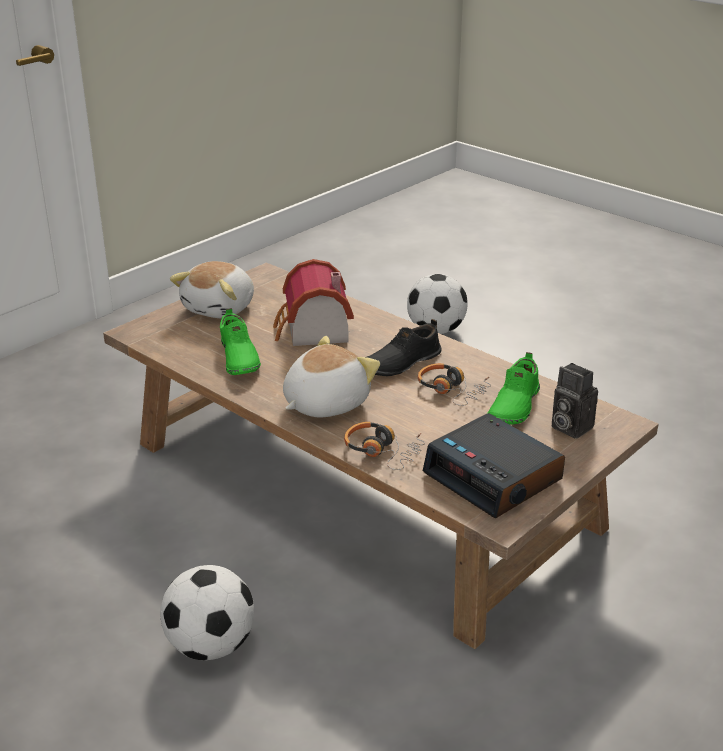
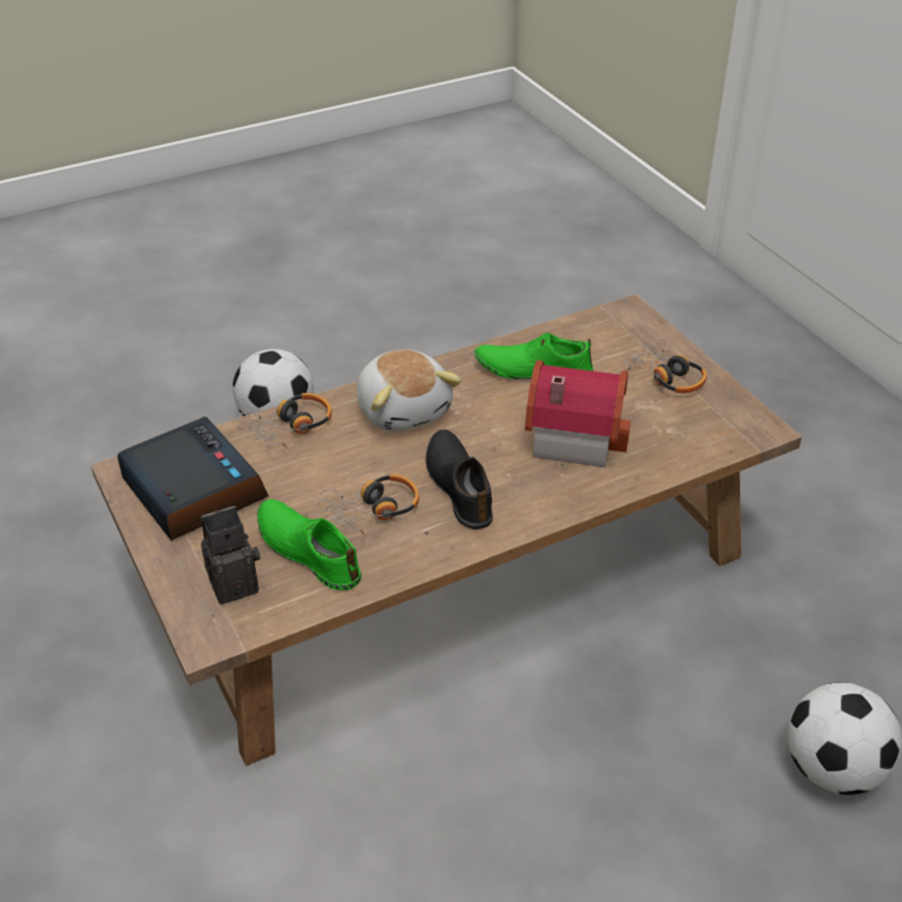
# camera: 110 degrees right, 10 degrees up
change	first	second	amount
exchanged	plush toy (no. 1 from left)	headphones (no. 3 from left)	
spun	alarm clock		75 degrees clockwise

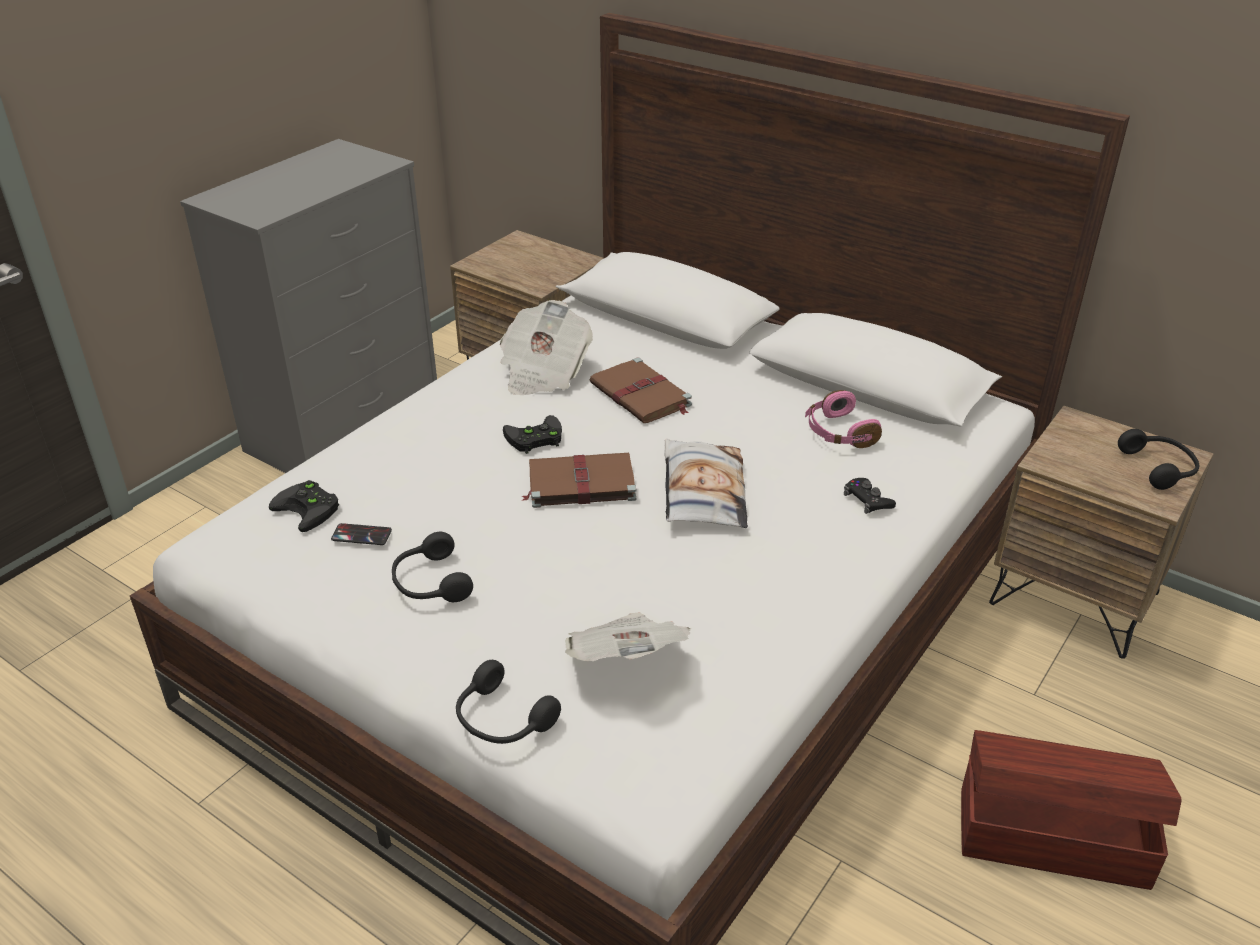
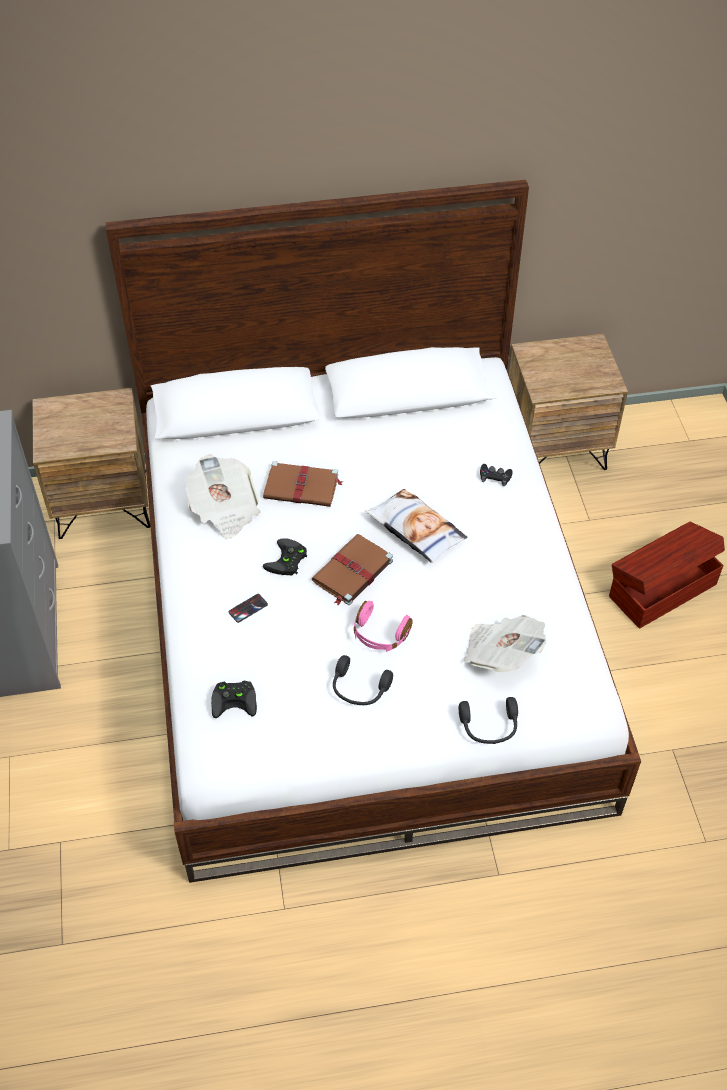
# camera: 45 degrees left, 15 degrees up
change	first	second	amount
relocated	phone		
relocated	pink headphones		
missing	black headphones (no. 3 from left)		

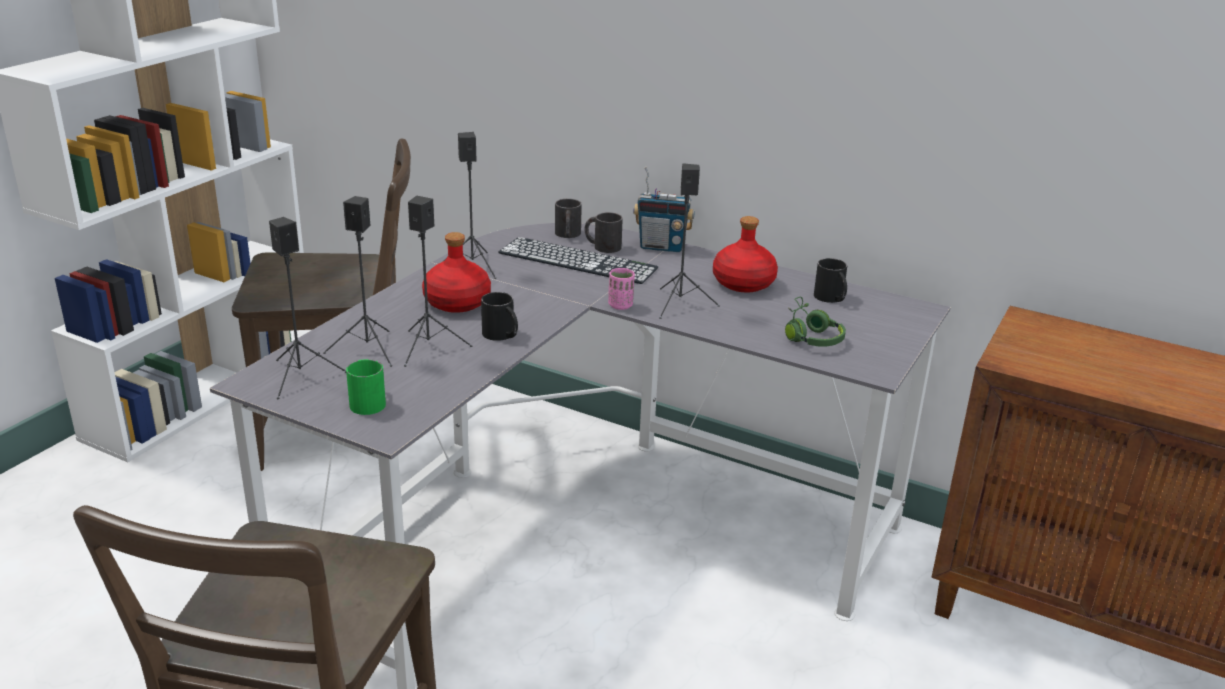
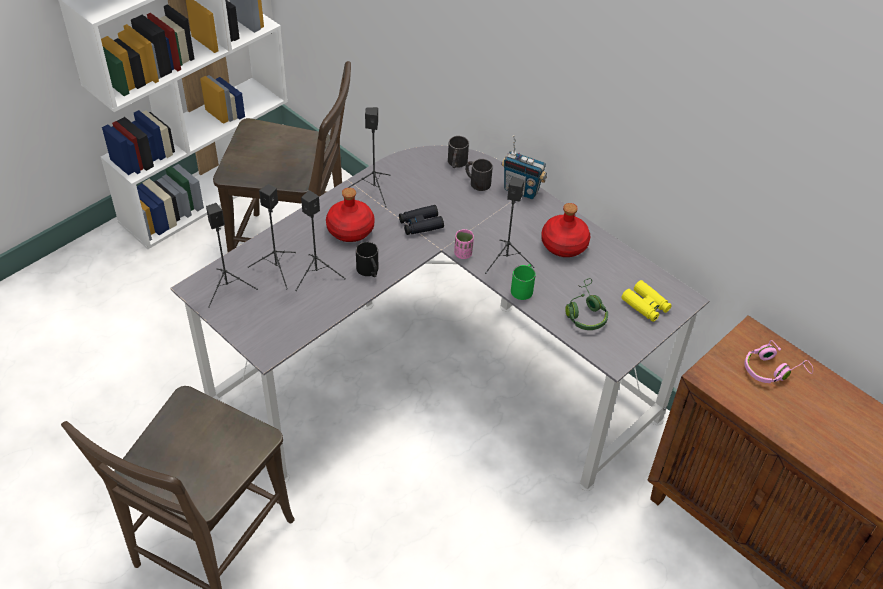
# camera: 15 degrees right, 20 degrees up
change	first	second	amount
relocated	green mug		
missing	keyboard		
missing	black mug (no. 4 from left)		
appeared		black binoculars	
appeared		yellow binoculars	
appeared		pink headphones	

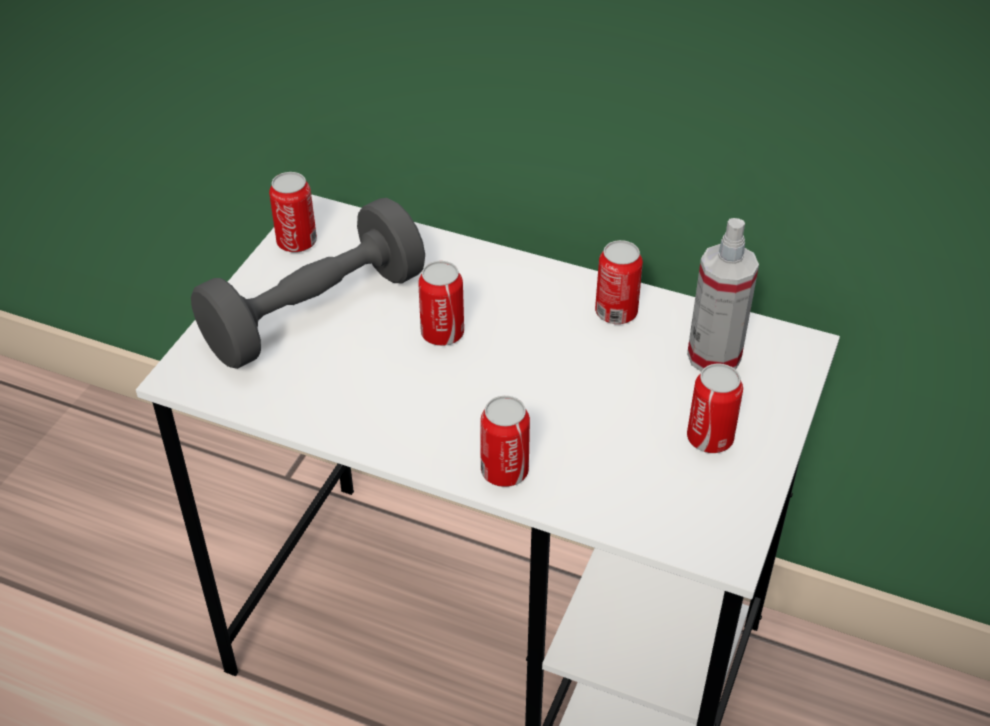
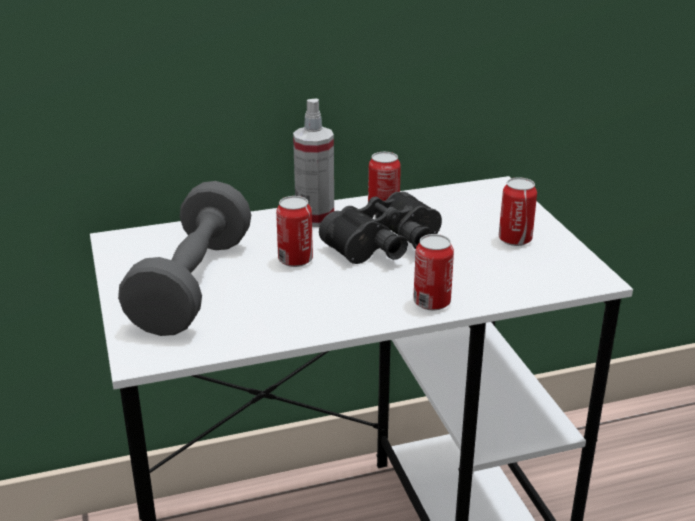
# camera: 40 degrees left, 15 degrees down
change	first	second	amount
missing	can (no. 1 from left)		
relocated	spray bottle		
appeared		black binoculars	

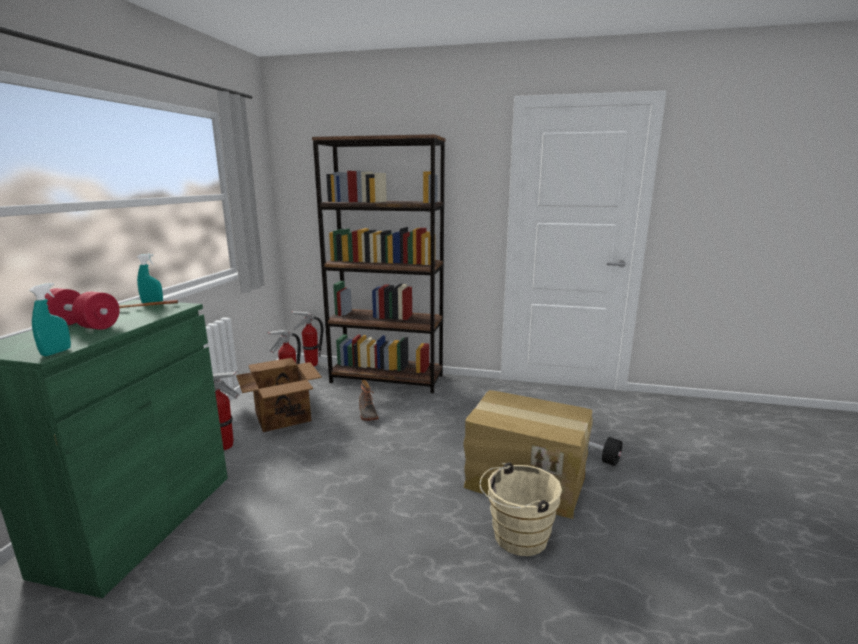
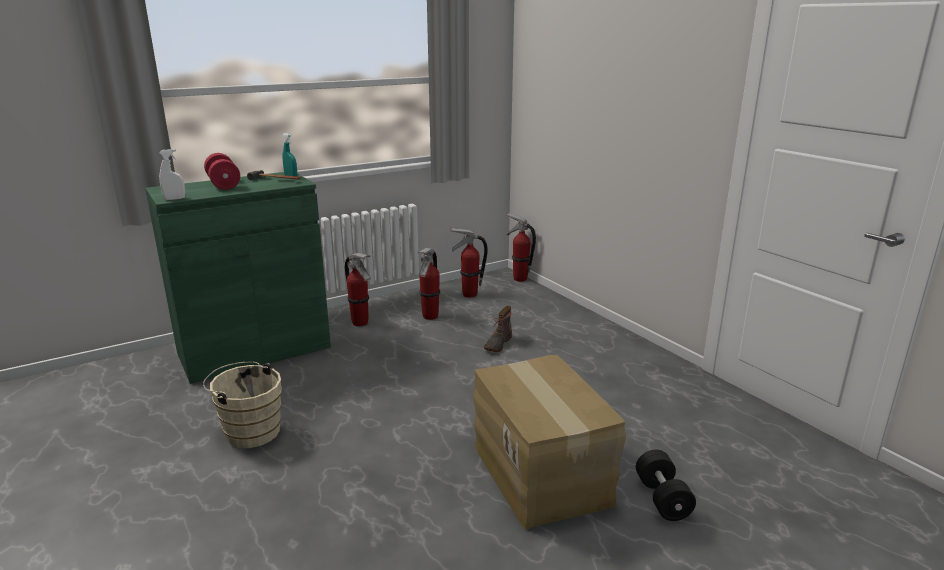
# camera: 45 degrees right, 5 degrees up
change	first	second	amount
colour	turquoise spray bottle (no. 1 from left)	white spray bottle	
exchanged	cardboard box (no. 1 from left)	fire extinguisher (no. 2 from left)	
missing	brown bookcase		
relocated	beige bucket		

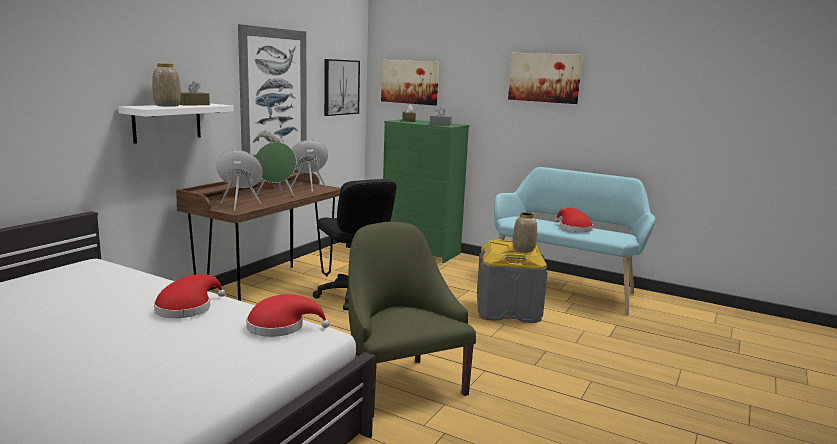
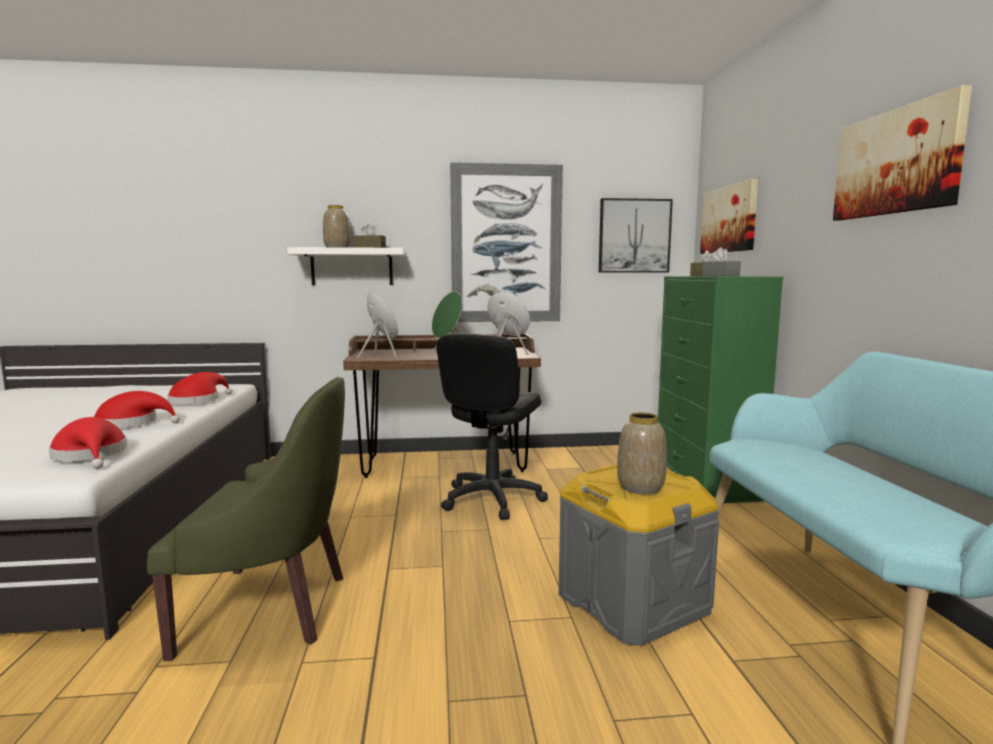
# camera: 55 degrees right, 5 degrees down
change	first	second	amount
spun	green armchair		60 degrees clockwise
relocated	red hat (no. 3 from left)		

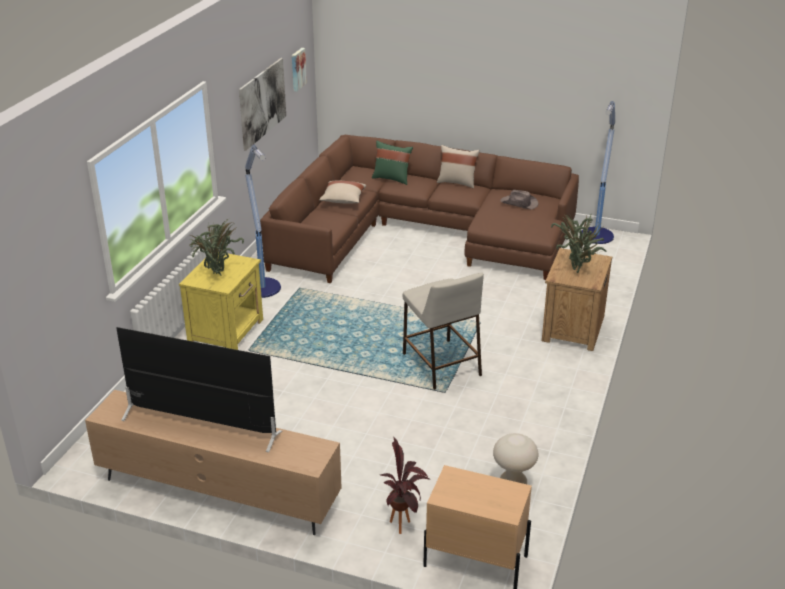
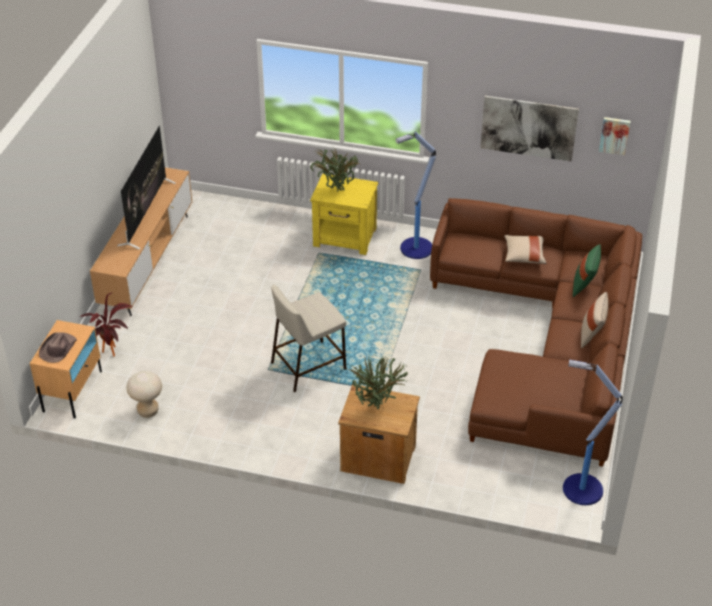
# camera: 85 degrees right, 10 degrees up
change	first	second	amount
relocated	brown hat		

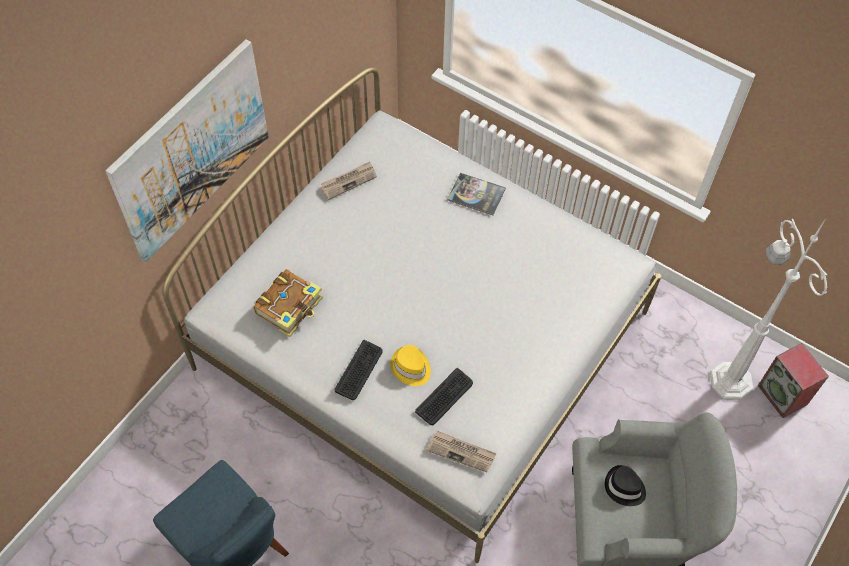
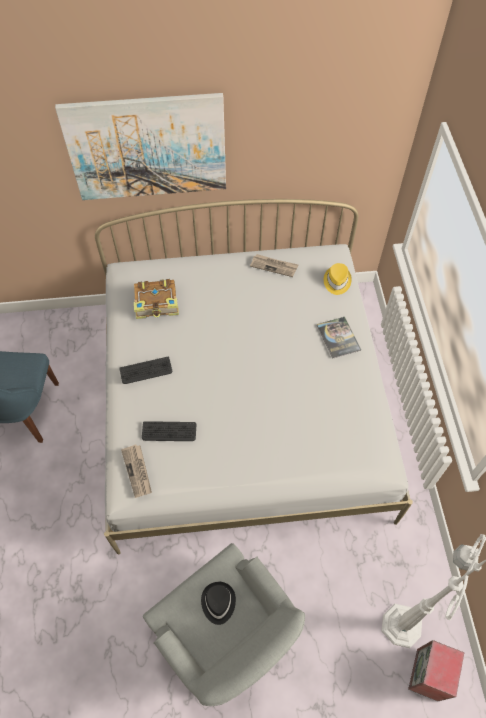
# camera: 50 degrees right, 0 degrees up
change	first	second	amount
relocated	yellow hat		

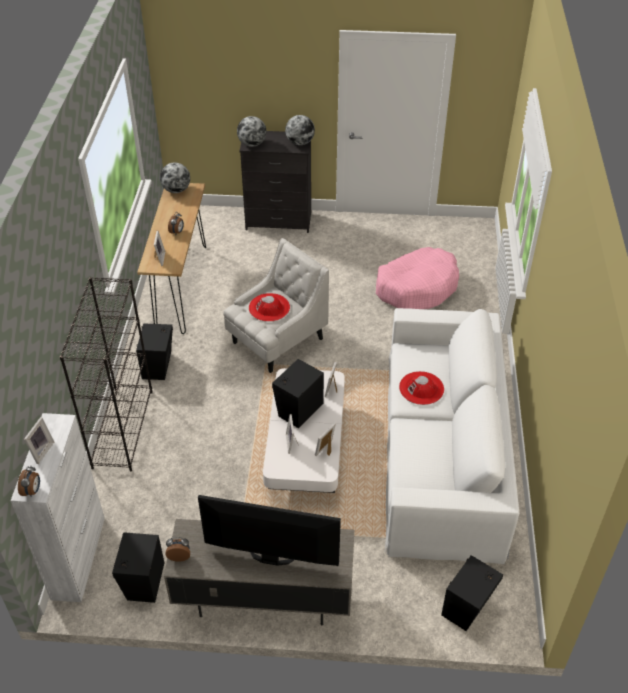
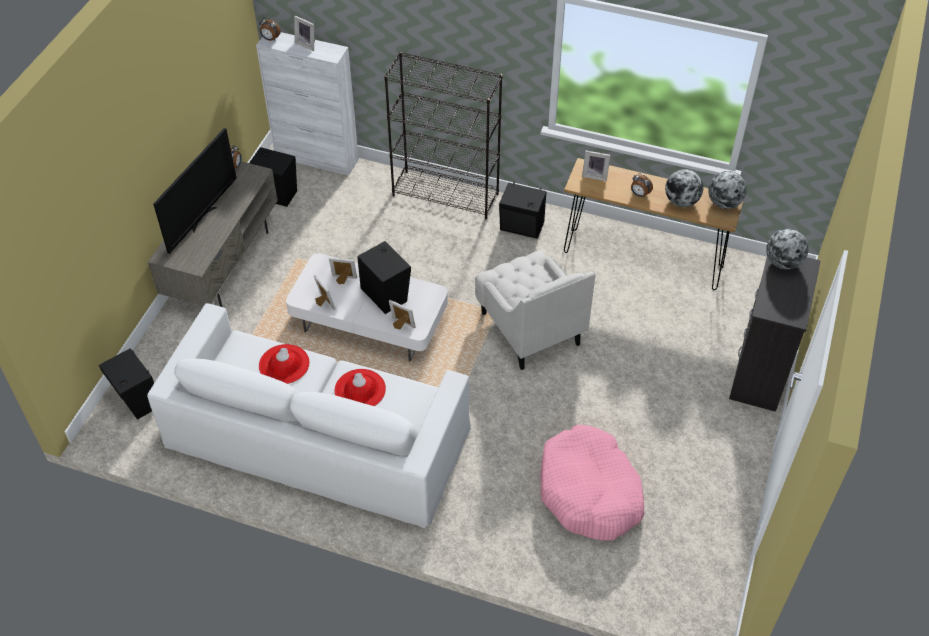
# camera: 105 degrees right, 5 degrees up
change	first	second	amount
relocated	red hat (no. 1 from left)		
relocated	globe (no. 3 from left in the first image)	globe (no. 1 from left)	

